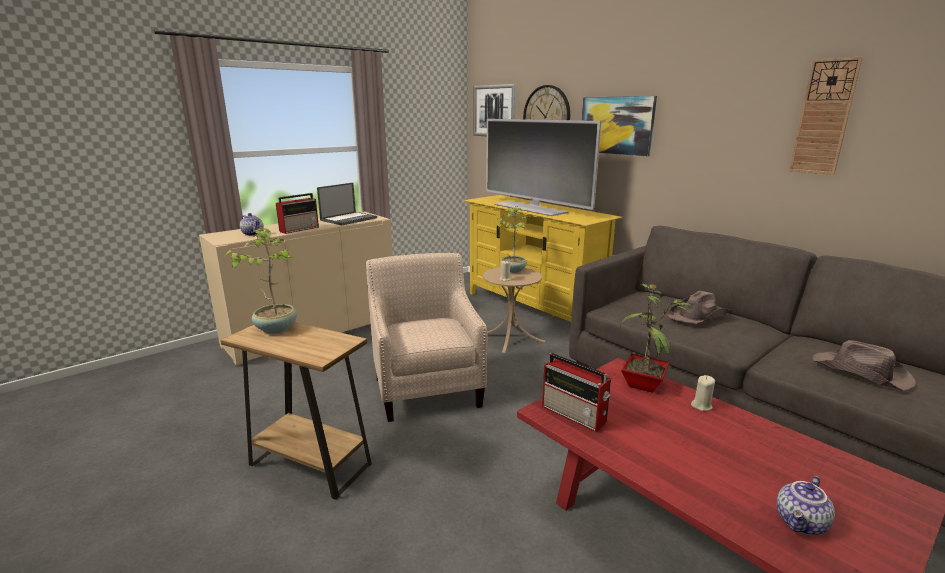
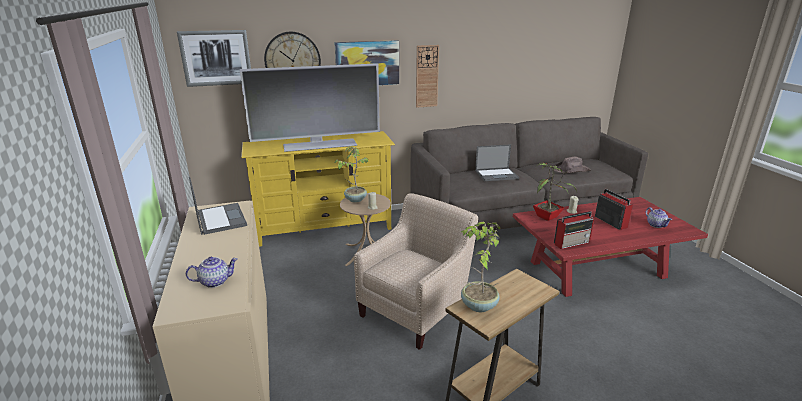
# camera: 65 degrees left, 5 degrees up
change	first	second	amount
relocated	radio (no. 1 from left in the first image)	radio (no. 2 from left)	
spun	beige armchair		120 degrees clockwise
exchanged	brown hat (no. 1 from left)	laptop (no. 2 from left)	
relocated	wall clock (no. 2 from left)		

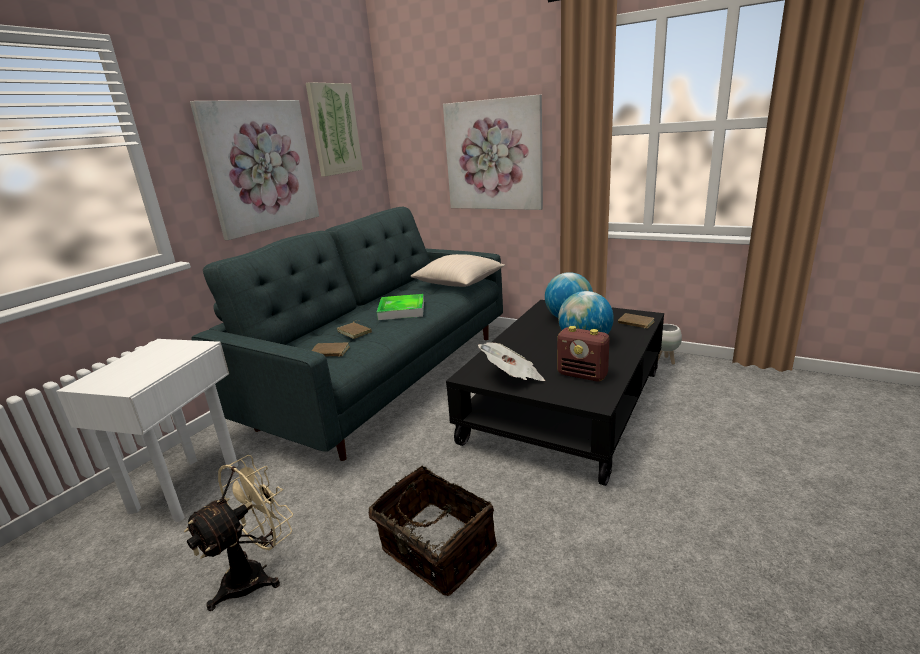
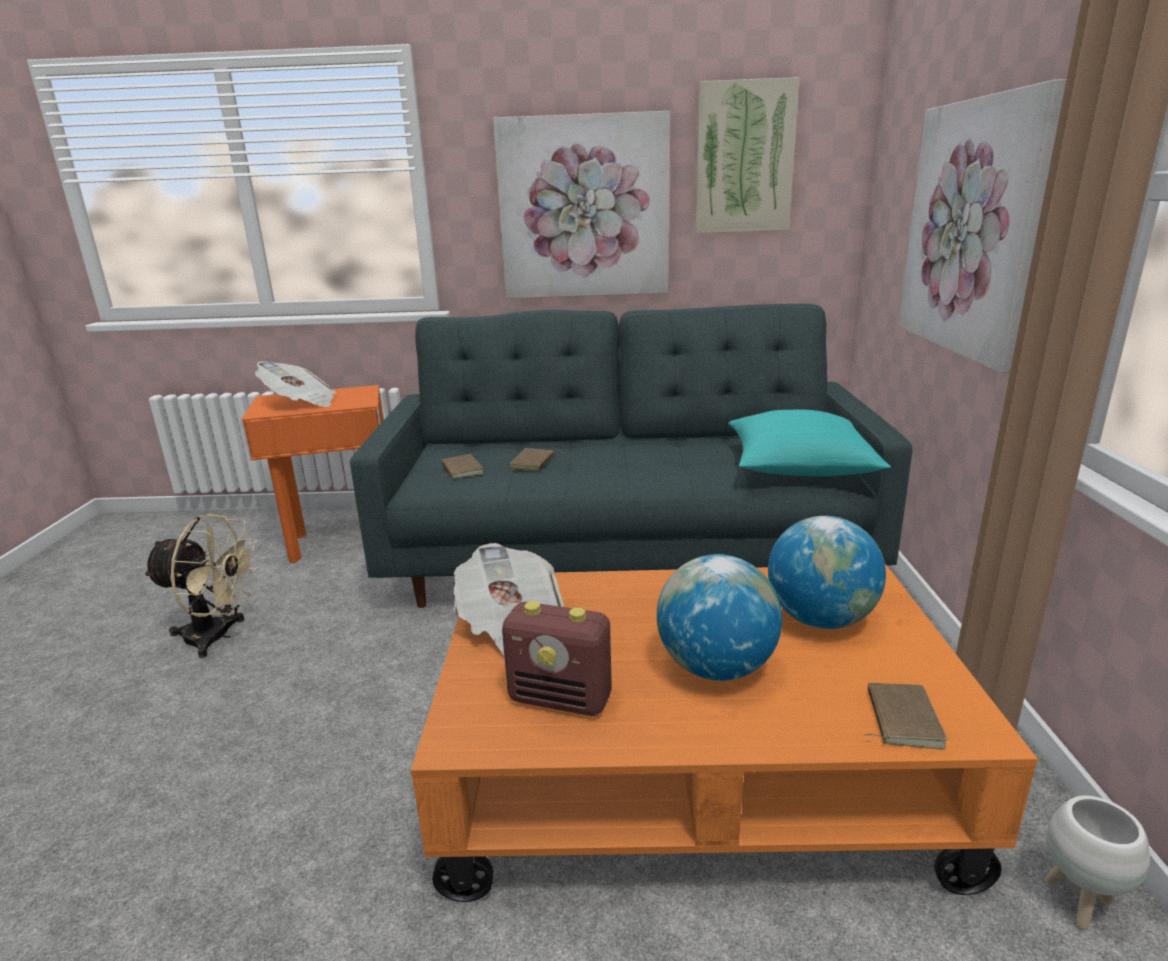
# camera: 60 degrees right, 0 degrees up
change	first	second	amount
colour	white side table	orange side table	
missing	basket		
missing	tray		
colour	beige pillow	turquoise pillow	
colour	black coffee table	orange coffee table	
spun	radio		75 degrees counterclockwise
appeared		newspaper (no. 1 from left)	

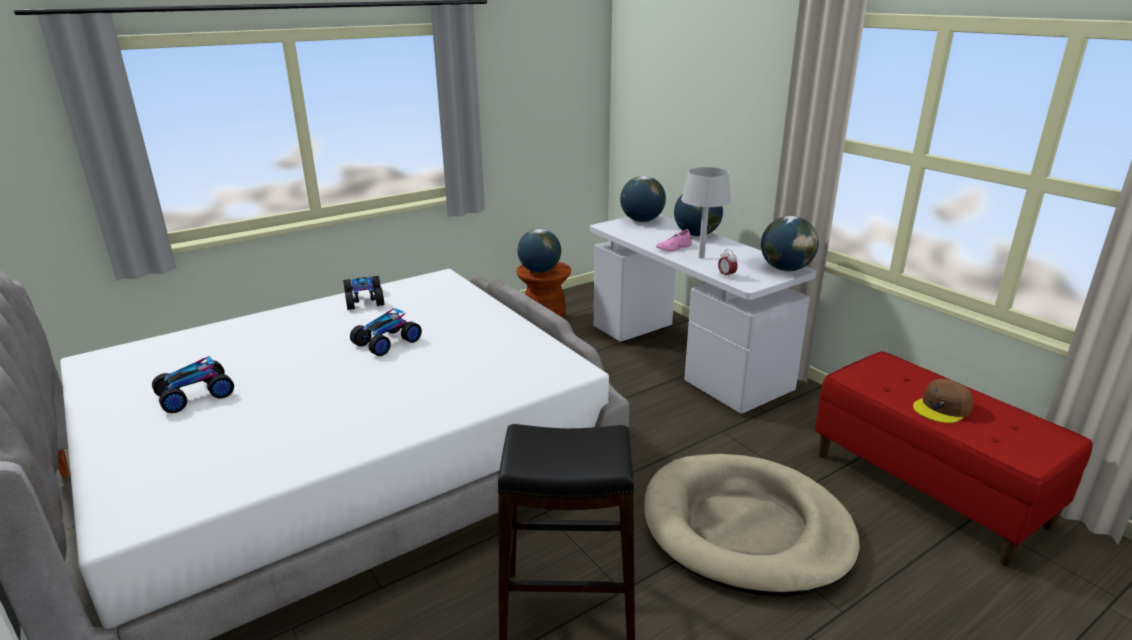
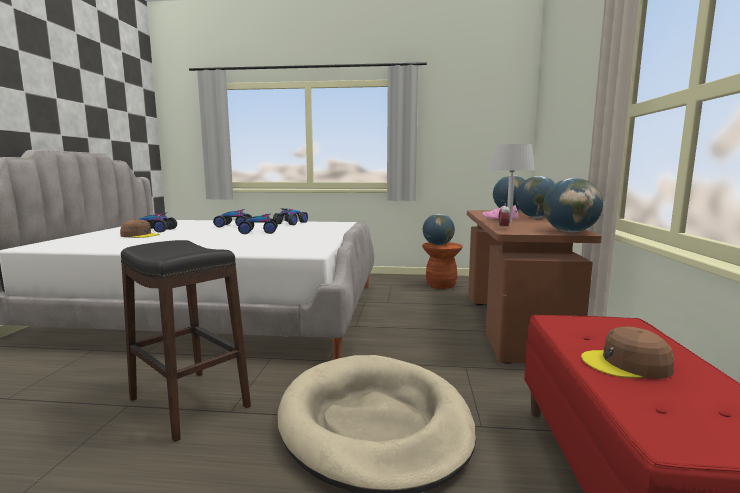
# camera: 40 degrees right, 15 degrees down
change	first	second	amount
colour	white desk	brown desk	
appeared		brown cap (no. 1 from left)	
appeared		toy car (no. 2 from left)	

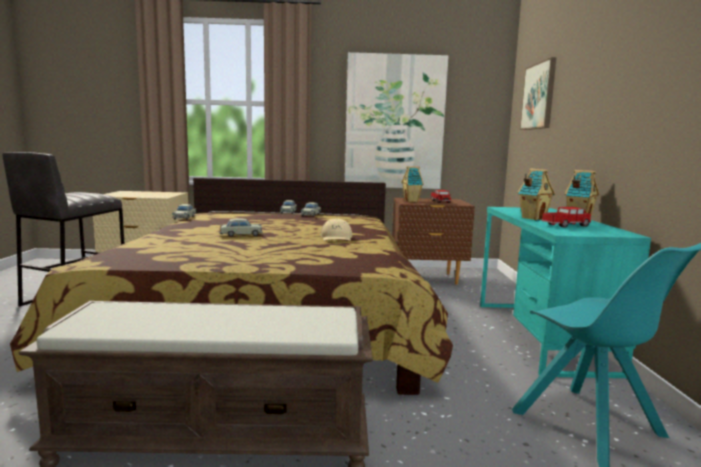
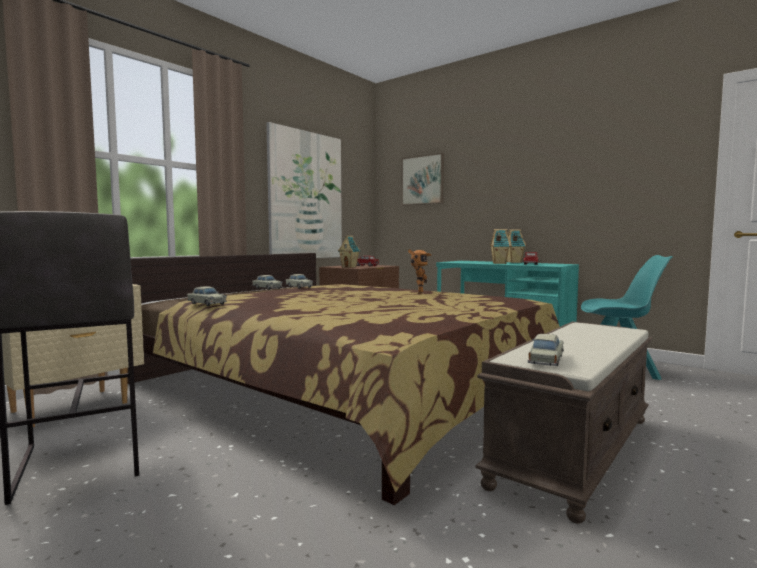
# camera: 50 degrees left, 5 degrees down
change	first	second	amount
relocated	beige toy car (no. 2 from left in the first image)	beige toy car (no. 4 from left)	
exchanged	beige cap	toy robot	

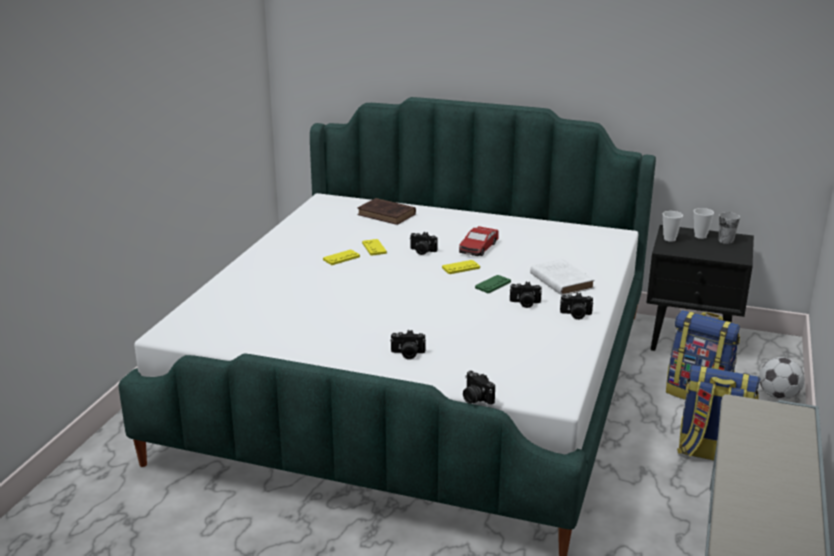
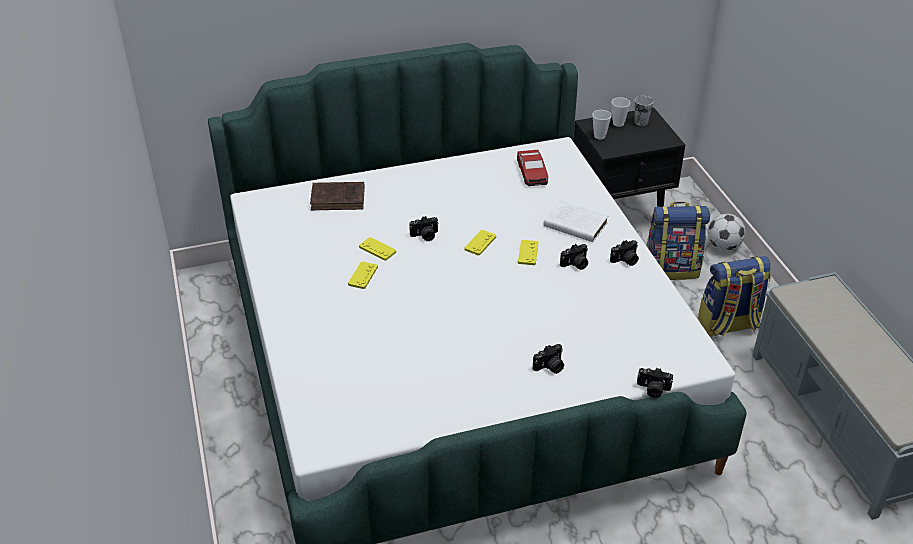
# camera: 35 degrees left, 15 degrees up
change	first	second	amount
relocated	toy car		
colour	green game controller	yellow game controller (no. 4 from left)	

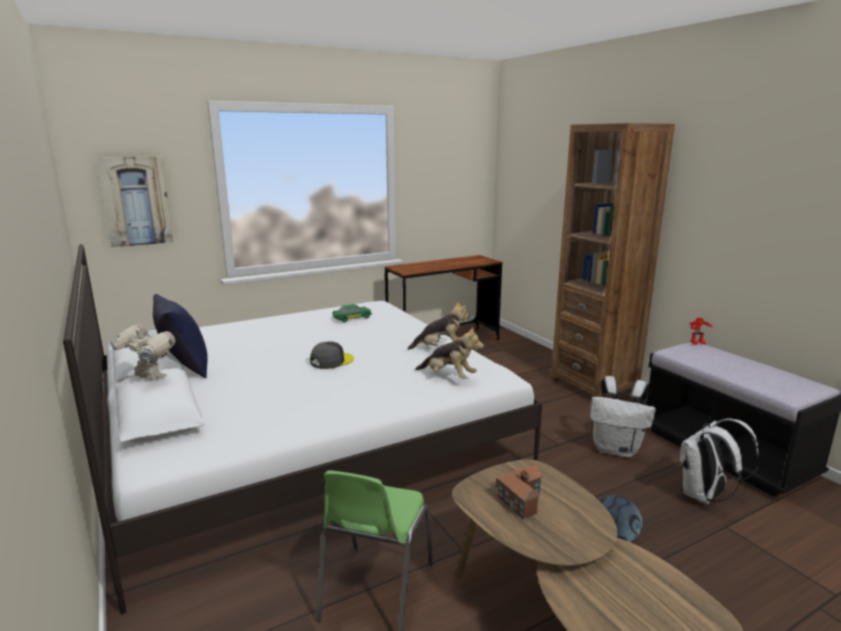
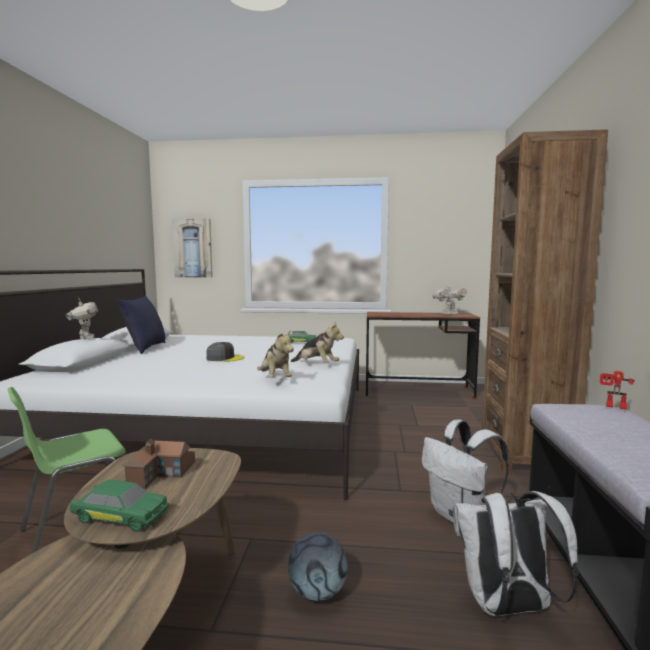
# camera: 35 degrees right, 10 degrees down
change	first	second	amount
appeared		green toy car (no. 1 from left)	
appeared		toy robot (no. 2 from left)	

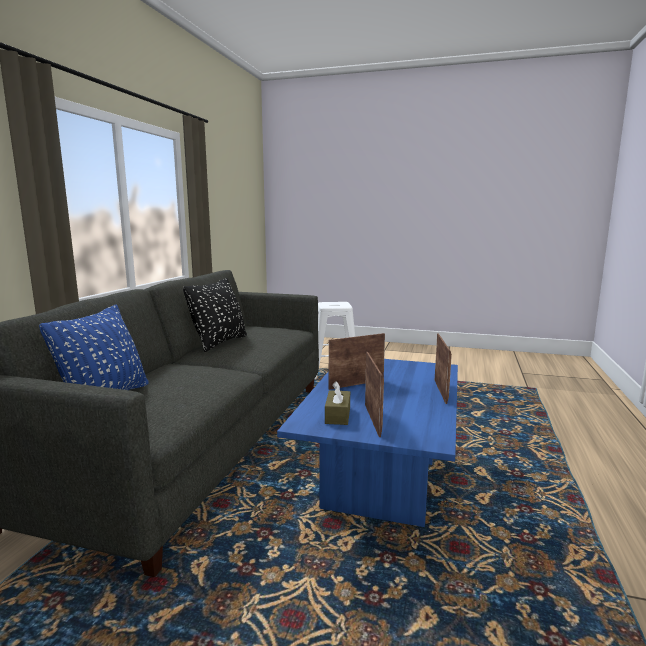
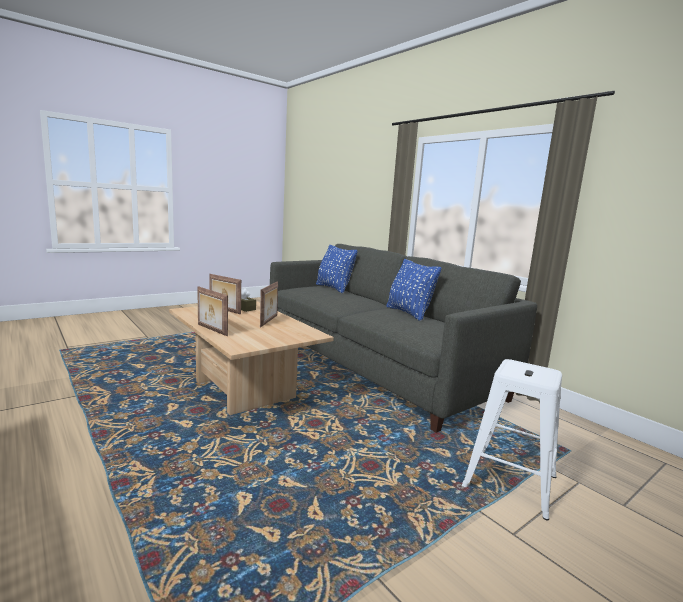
# camera: 125 degrees right, 0 degrees up
change	first	second	amount
colour	black pillow	blue pillow (no. 2 from left)	
colour	blue coffee table	beige coffee table	

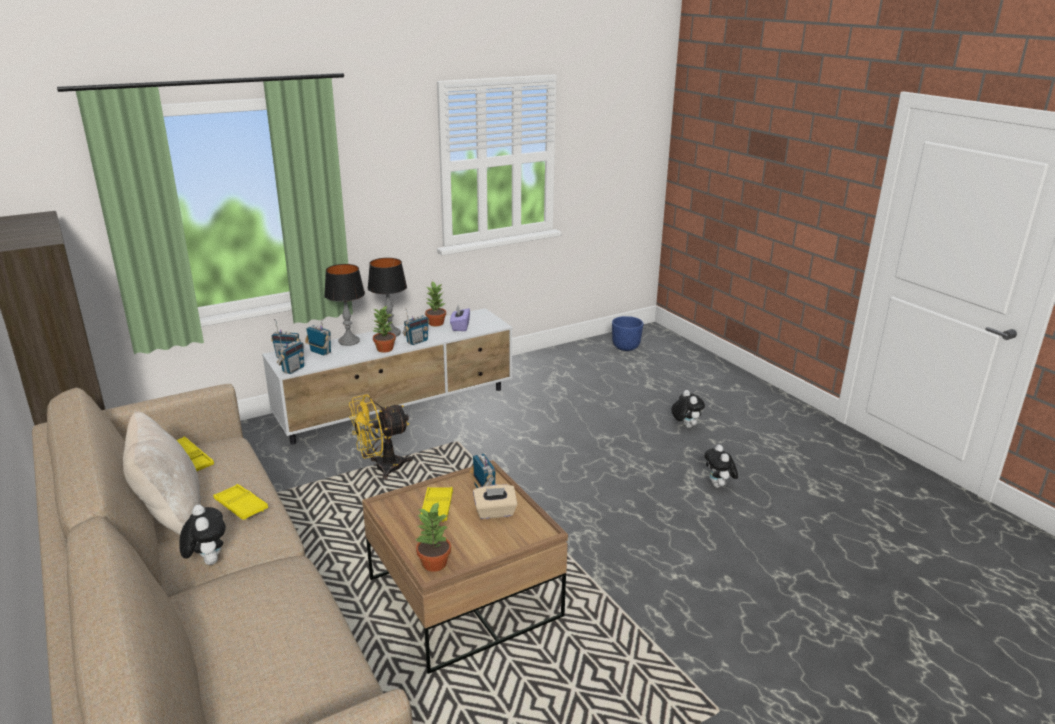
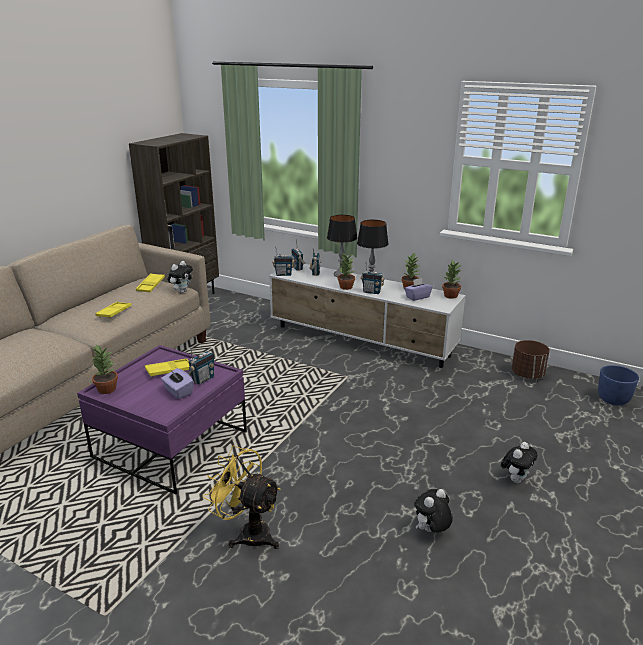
# camera: 60 degrees right, 0 degrees up
change	first	second	amount
missing	beige pillow		
relocated	plush toy (no. 1 from left)		
relocated	yellow fan		
colour	brown coffee table	purple coffee table	
colour	beige tissue box	purple tissue box (no. 1 from left)	
appeared		potted plant (no. 4 from left)	
appeared		brown planter	

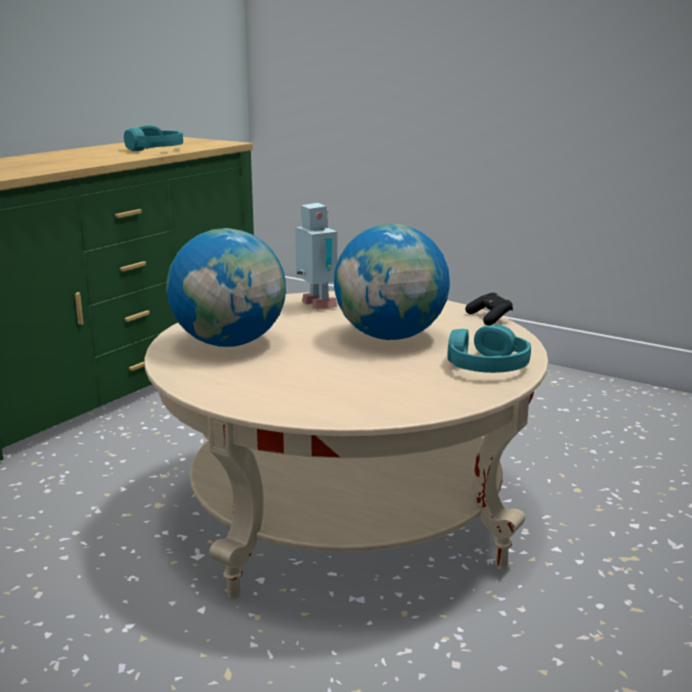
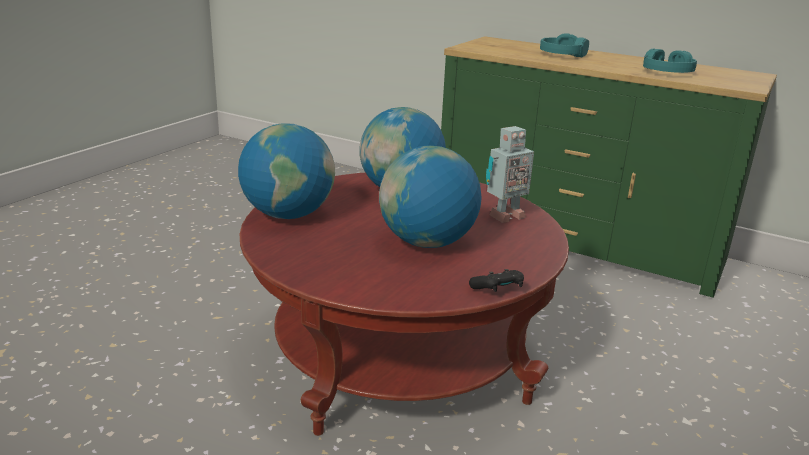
# camera: 85 degrees right, 5 degrees up
change	first	second	amount
colour	beige coffee table	red coffee table	
relocated	turquoise headphones (no. 2 from left in the first image)	turquoise headphones (no. 1 from left)	
appeared		globe (no. 1 from left)	

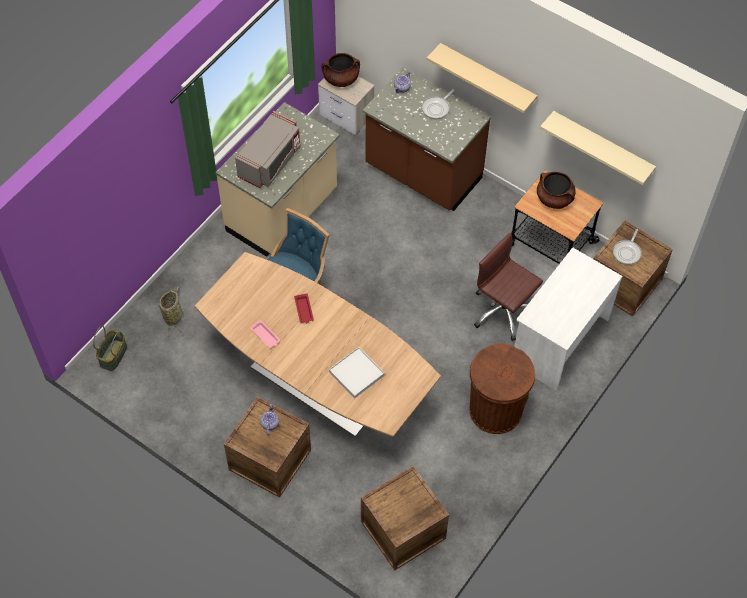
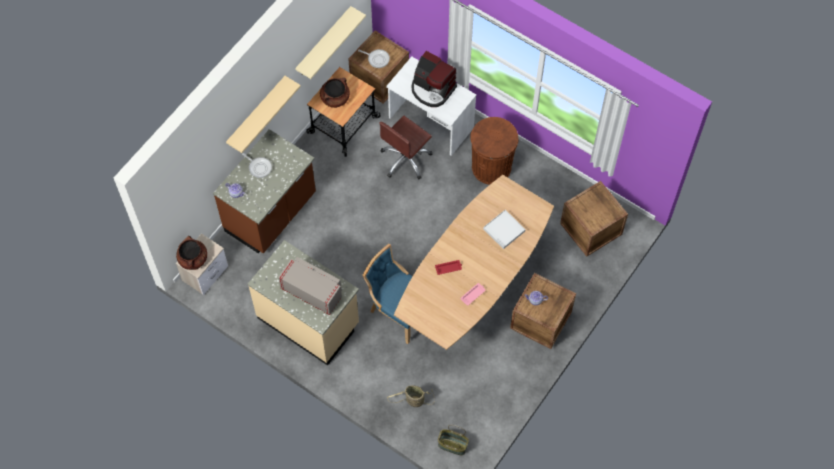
# camera: 90 degrees left, 5 degrees up
change	first	second	amount
appeared		coffee machine	

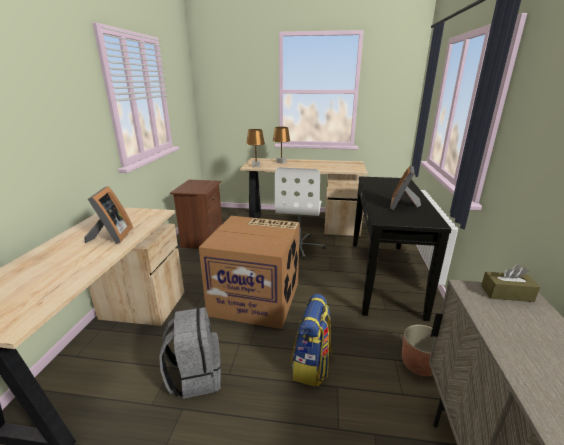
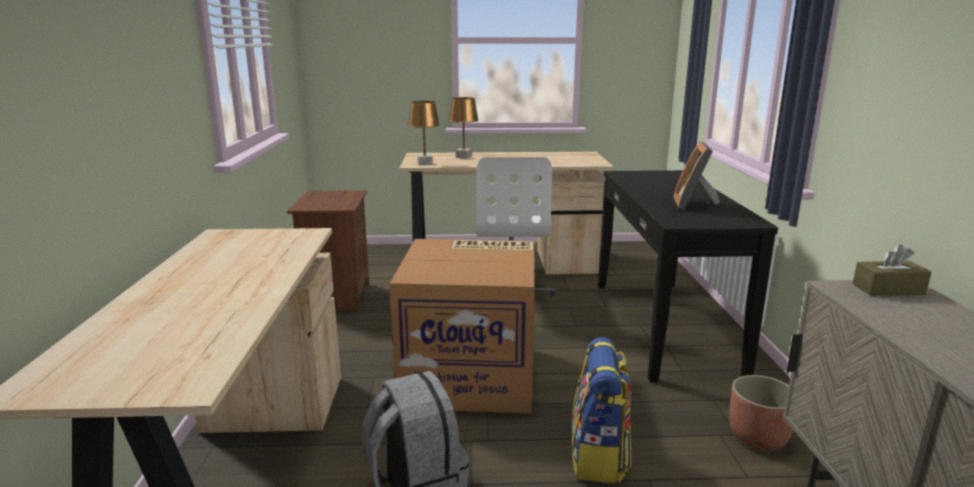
# camera: 10 degrees left, 5 degrees down
change	first	second	amount
missing	picture frame (no. 1 from left)		

